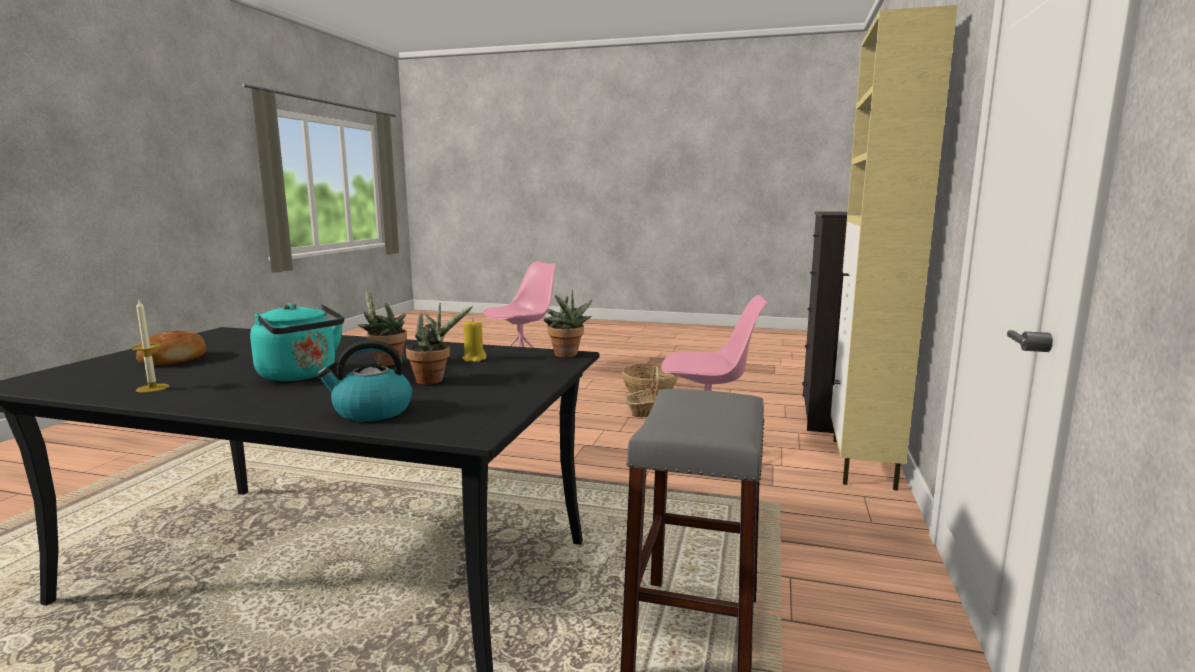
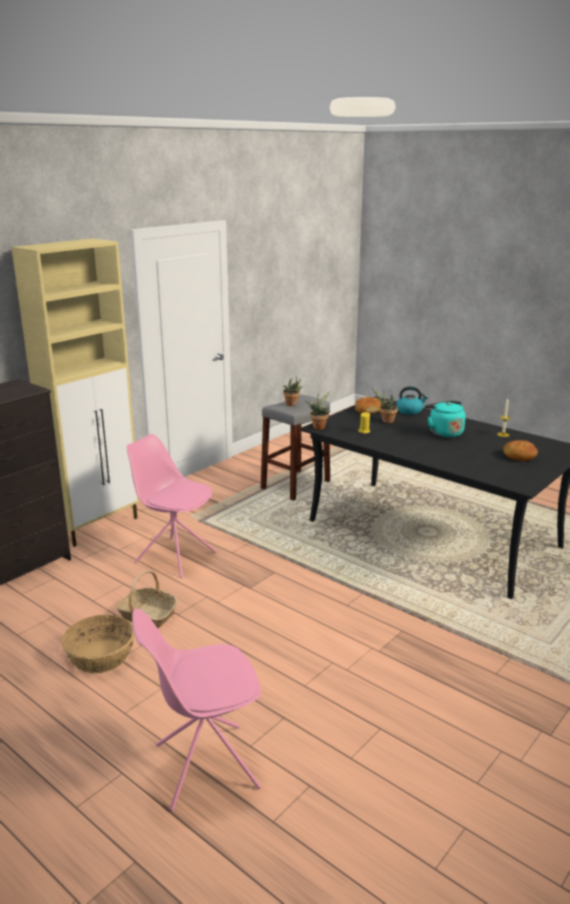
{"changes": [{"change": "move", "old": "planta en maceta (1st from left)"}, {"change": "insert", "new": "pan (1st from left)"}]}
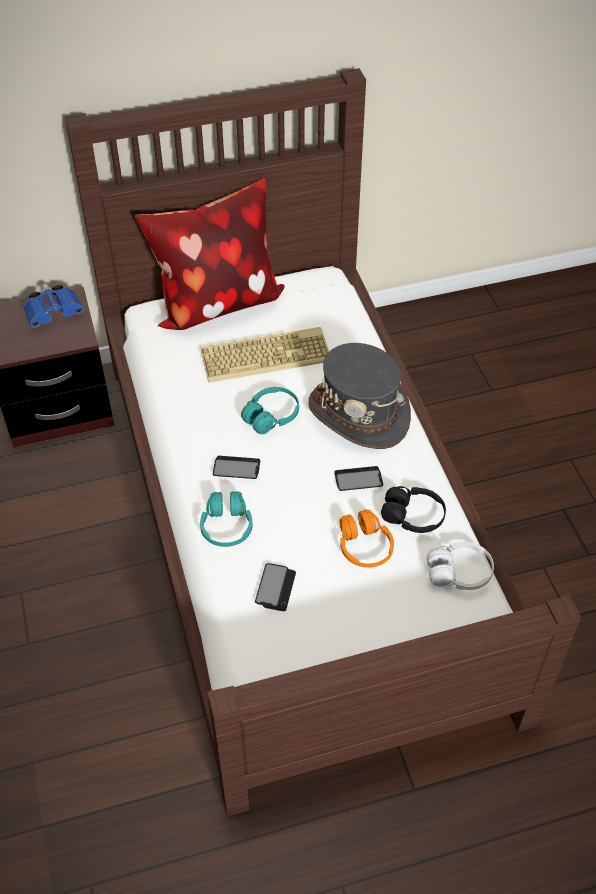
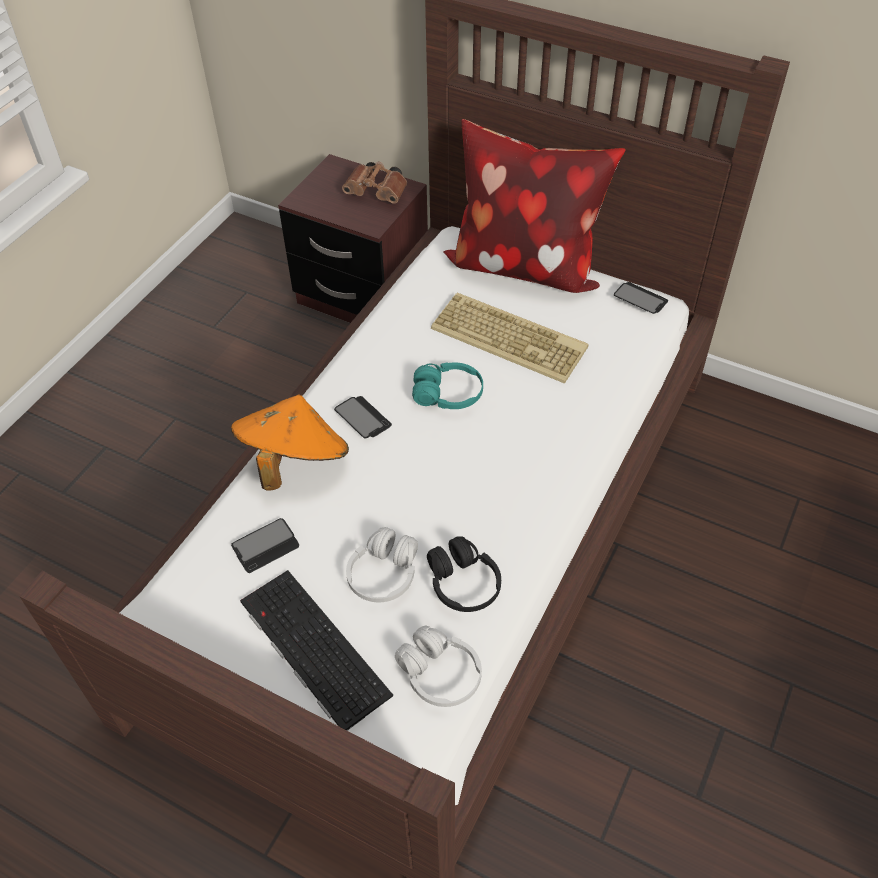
{"changes": [{"change": "recolor", "old": "prismáticos (azul)", "new": "prismáticos (marrón)"}, {"change": "delete", "old": "sombrero (gris)"}, {"change": "move", "old": "móvil (3rd from left)"}, {"change": "replace", "old": "auriculares (turquesa) (1st from left)", "new": "sombrero (naranja)"}, {"change": "recolor", "old": "auriculares (naranja)", "new": "auriculares (blanco) (1st from left)"}, {"change": "insert", "new": "teclado (1st from left)"}]}
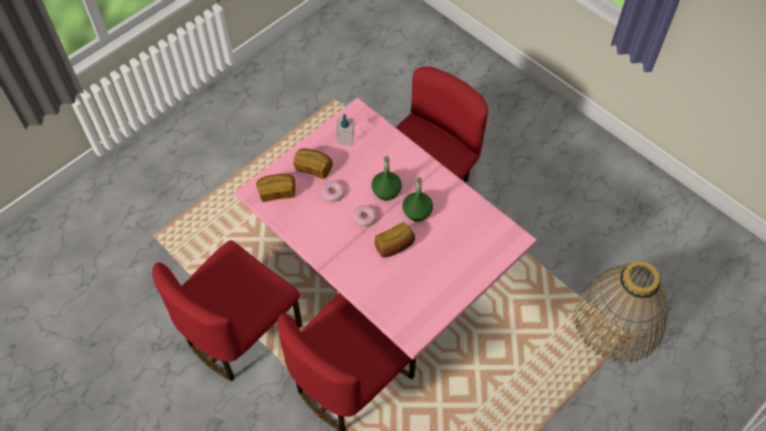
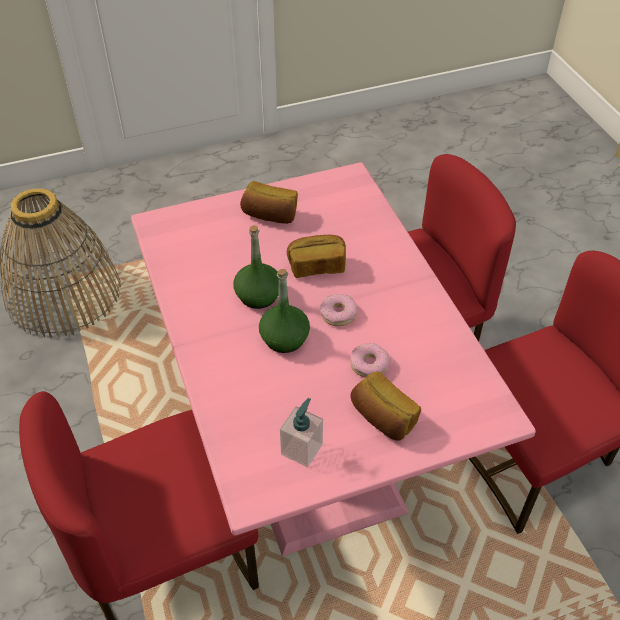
{"changes": [{"change": "move", "old": "pan (1st from left)"}]}
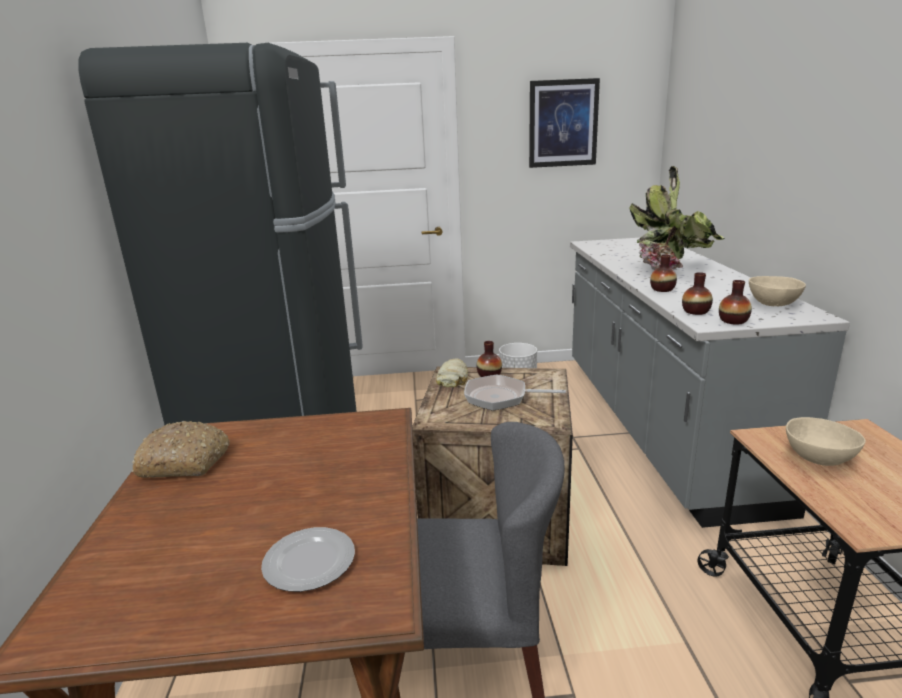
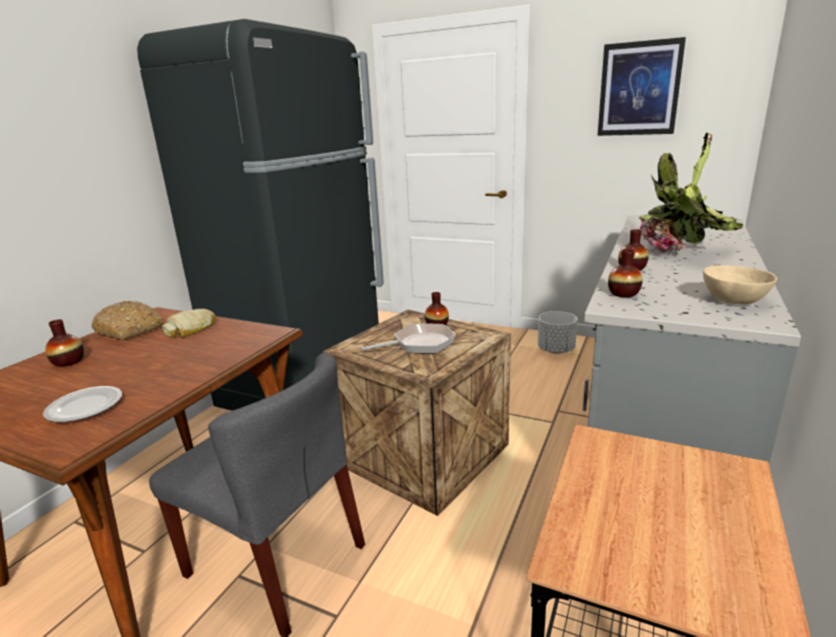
{"changes": [{"change": "move", "old": "florero (4th from left in the first image)", "new": "florero (1st from left)"}, {"change": "move", "old": "pan (2nd from left)"}, {"change": "rotate", "old": "sartén", "degrees": 120}, {"change": "delete", "old": "cuenco (beis) (2nd from left)"}]}
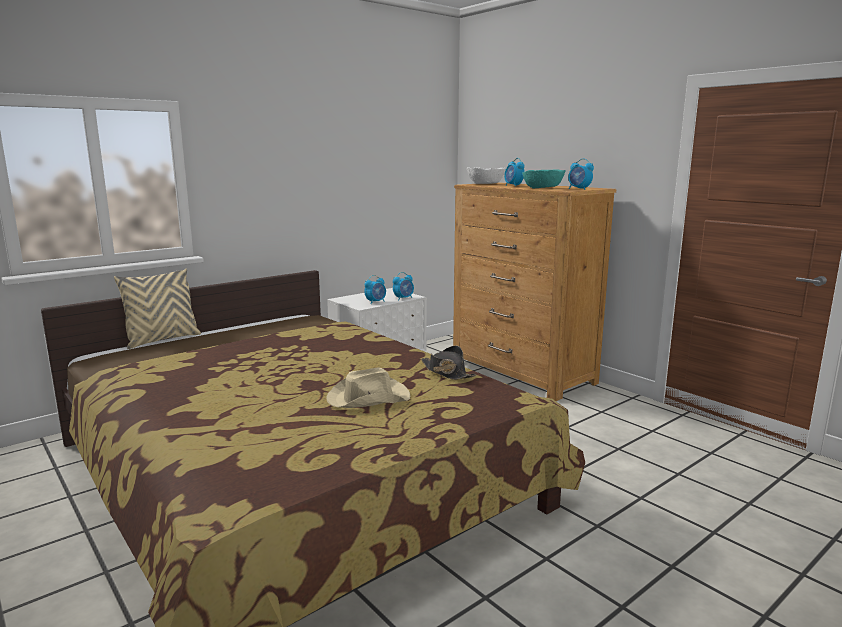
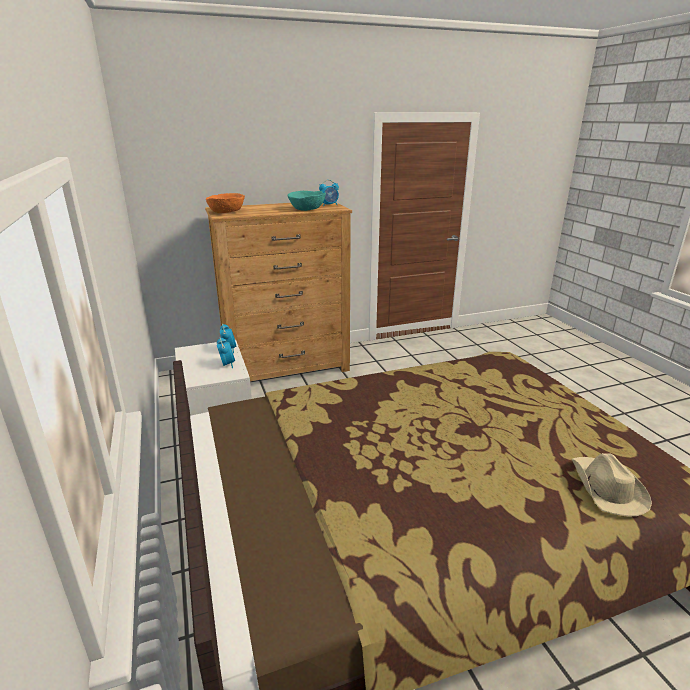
{"changes": [{"change": "delete", "old": "despertador (3rd from left)"}, {"change": "recolor", "old": "cuenco (blanco)", "new": "cuenco (naranja)"}, {"change": "delete", "old": "cojín (beis)"}, {"change": "delete", "old": "sombrero (negro)"}, {"change": "move", "old": "sombrero (beis)"}]}
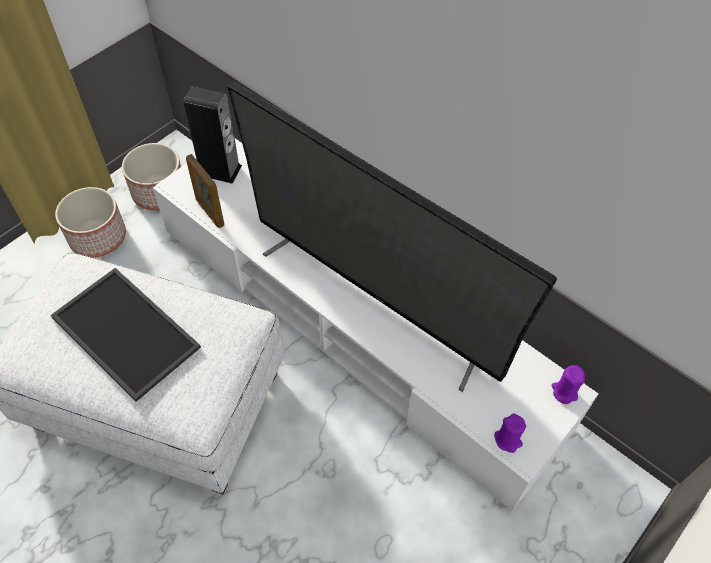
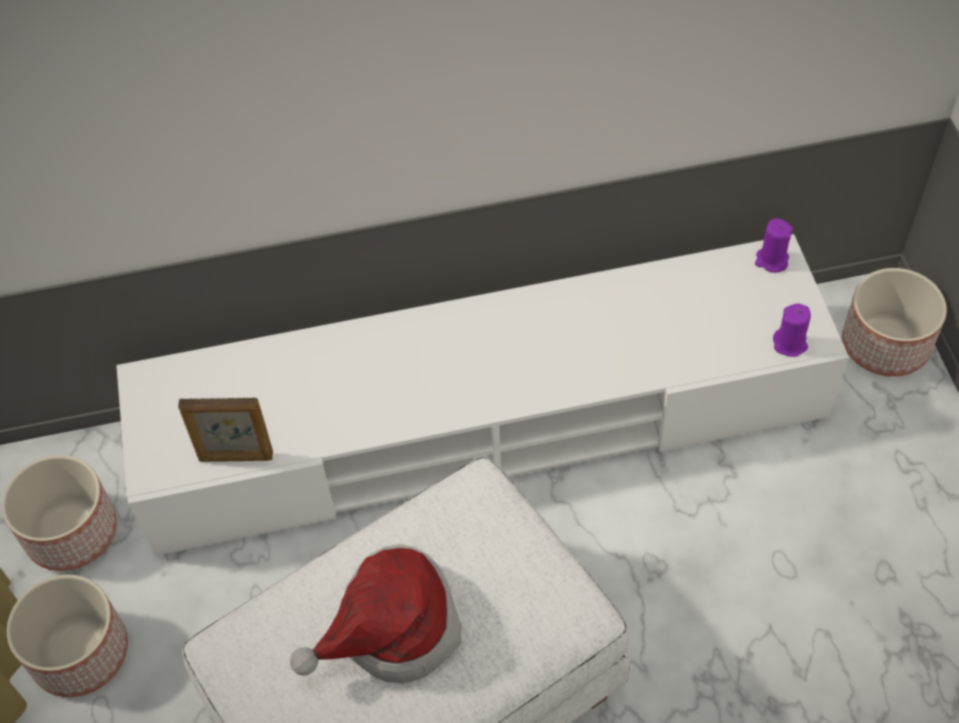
{"changes": [{"change": "delete", "old": "televisor"}, {"change": "delete", "old": "altavoz"}, {"change": "replace", "old": "bandeja", "new": "sombrero"}, {"change": "insert", "new": "maceta (3rd from left)"}]}
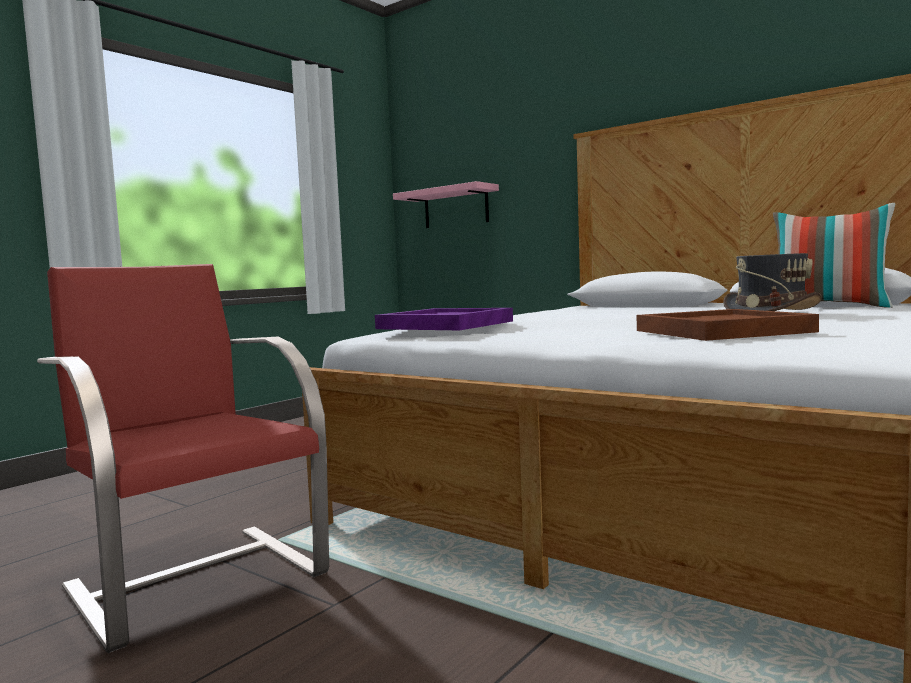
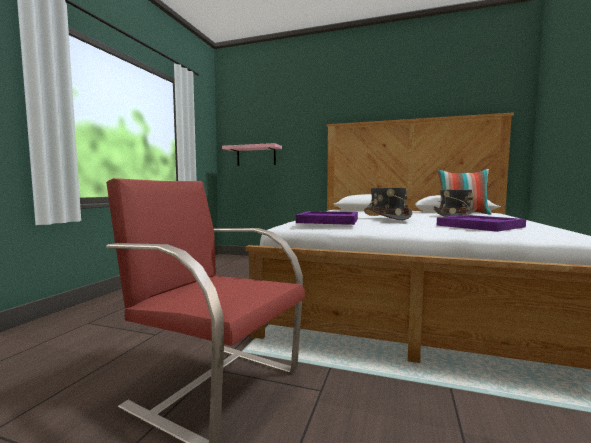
{"changes": [{"change": "recolor", "old": "bandeja (marrón)", "new": "bandeja (morado) (2nd from left)"}, {"change": "insert", "new": "sombrero (gris) (1st from left)"}]}
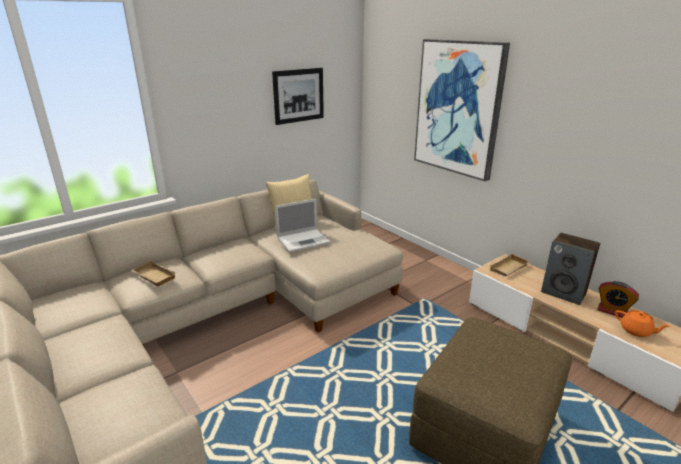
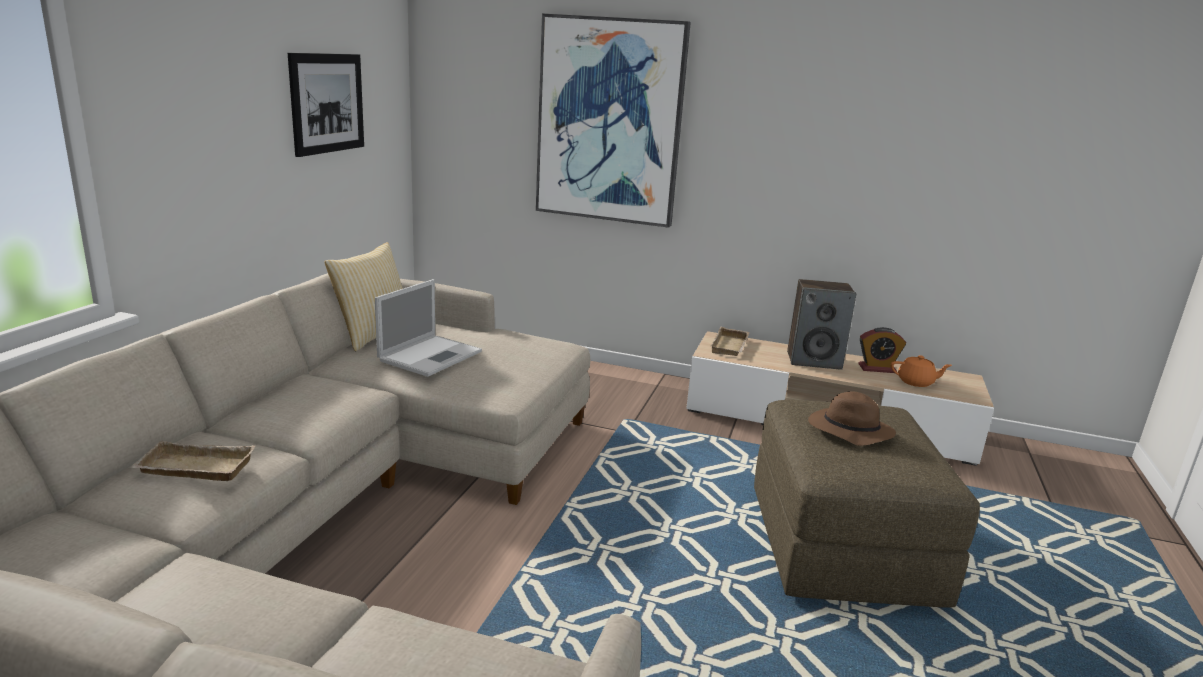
{"changes": [{"change": "insert", "new": "sombrero (marrón)"}]}
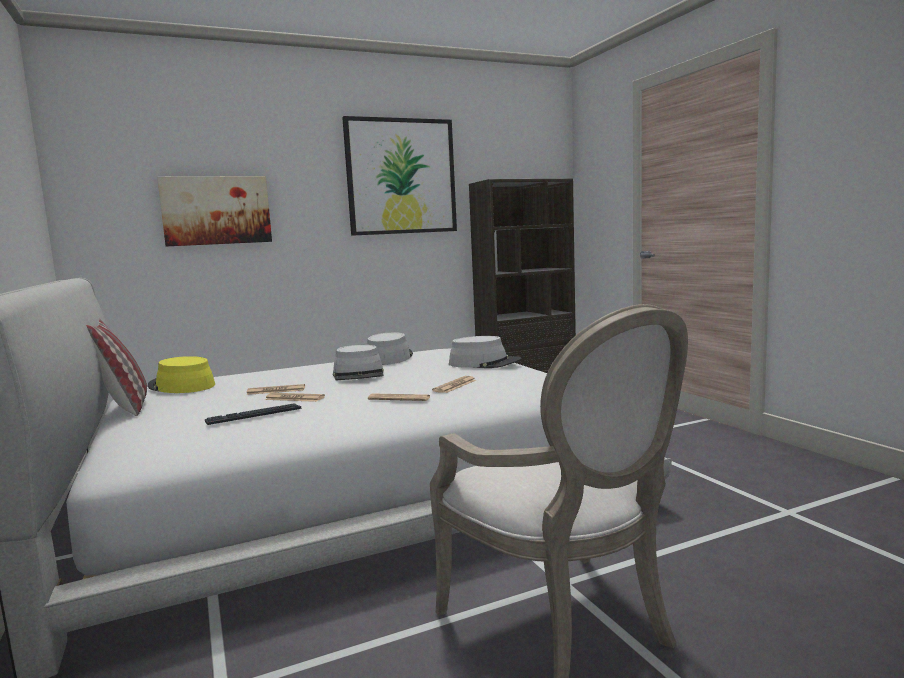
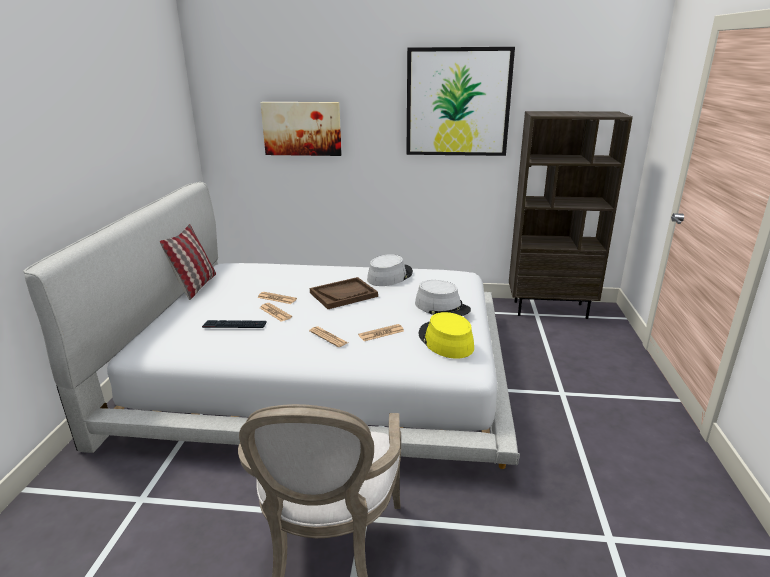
{"changes": [{"change": "replace", "old": "sombrero (gris) (1st from left)", "new": "bandeja (marrón)"}, {"change": "move", "old": "sombrero (amarillo)"}]}
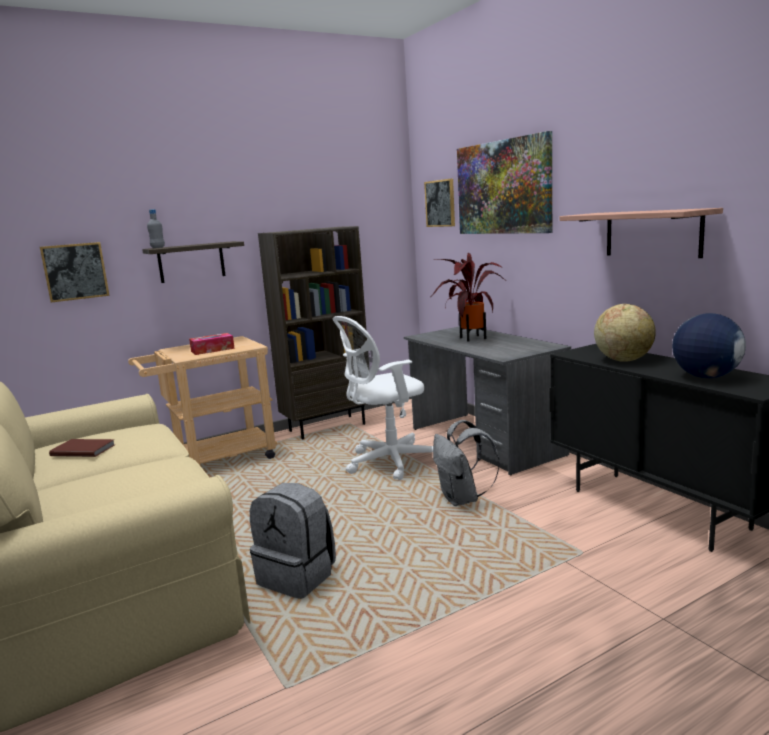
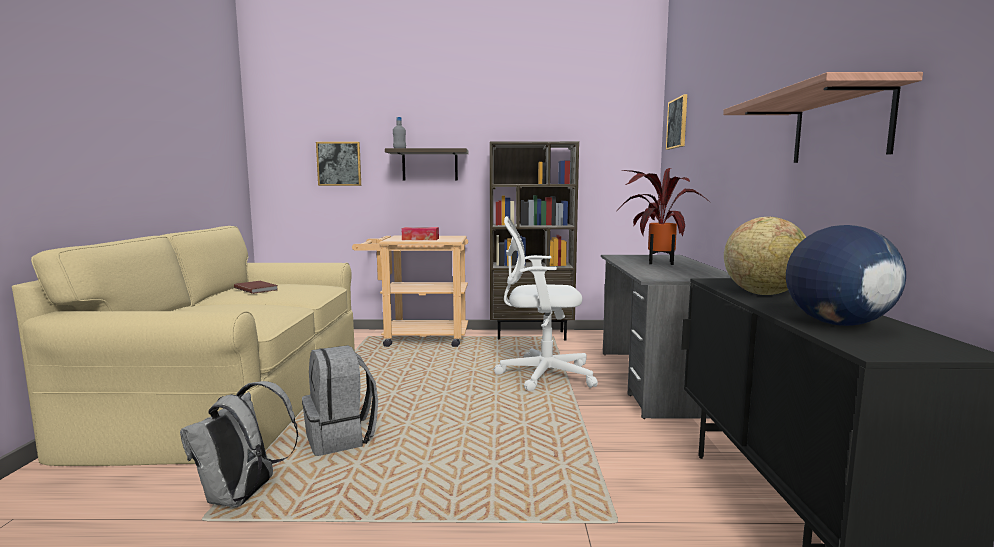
{"changes": [{"change": "delete", "old": "cuadro (3rd from left)"}, {"change": "move", "old": "mochila (gris) (2nd from left in the first image)", "new": "mochila (gris) (1st from left)"}]}
